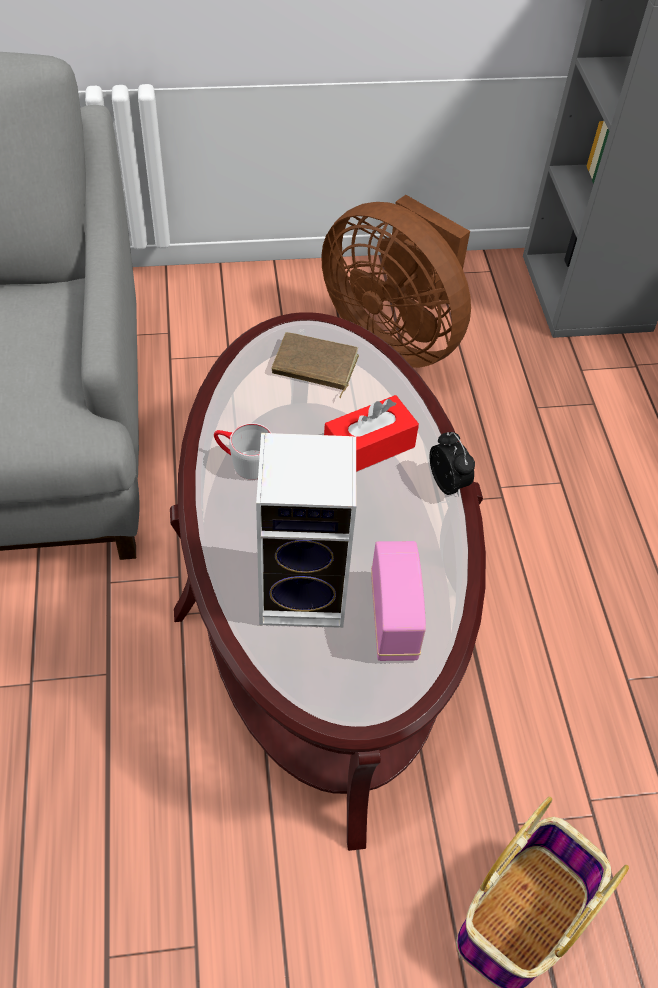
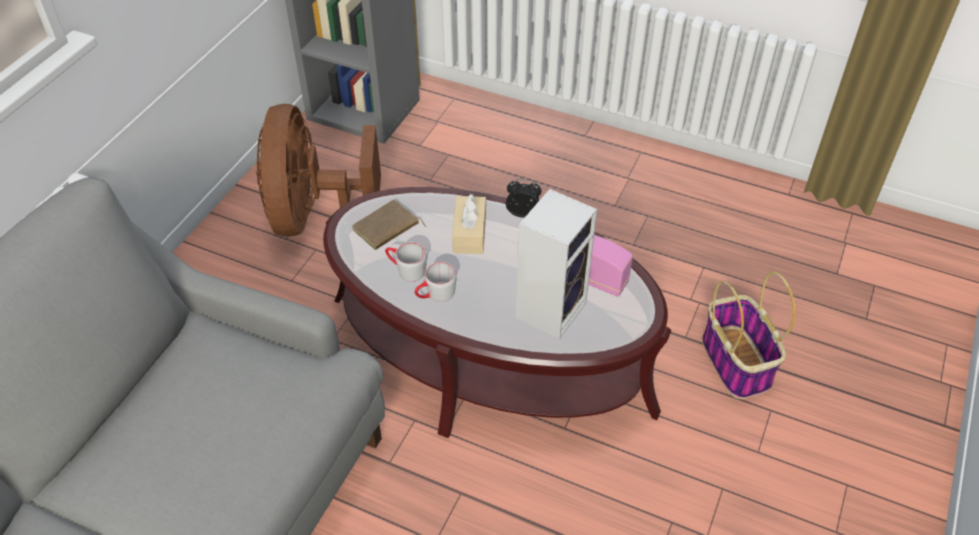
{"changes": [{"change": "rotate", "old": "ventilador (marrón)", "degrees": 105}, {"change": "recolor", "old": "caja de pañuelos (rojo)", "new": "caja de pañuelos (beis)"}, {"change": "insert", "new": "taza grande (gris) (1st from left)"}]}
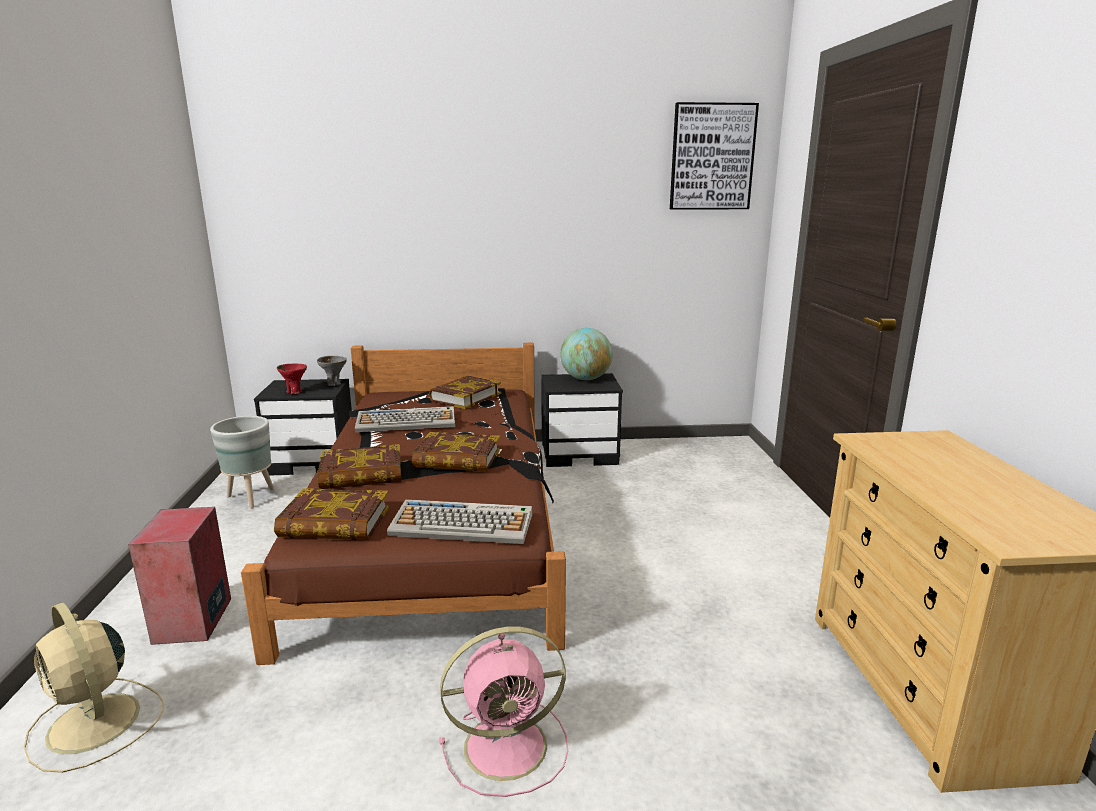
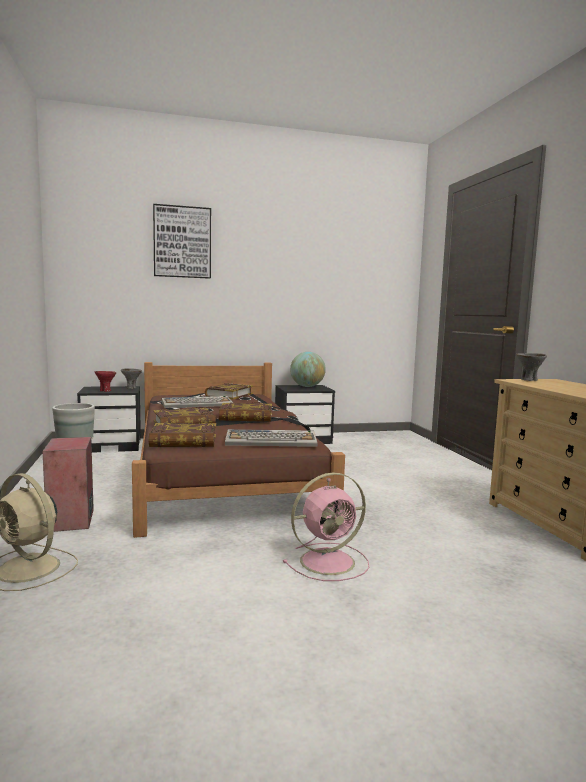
{"changes": [{"change": "move", "old": "cuadro"}, {"change": "insert", "new": "cuenco (gris) (2nd from left)"}]}
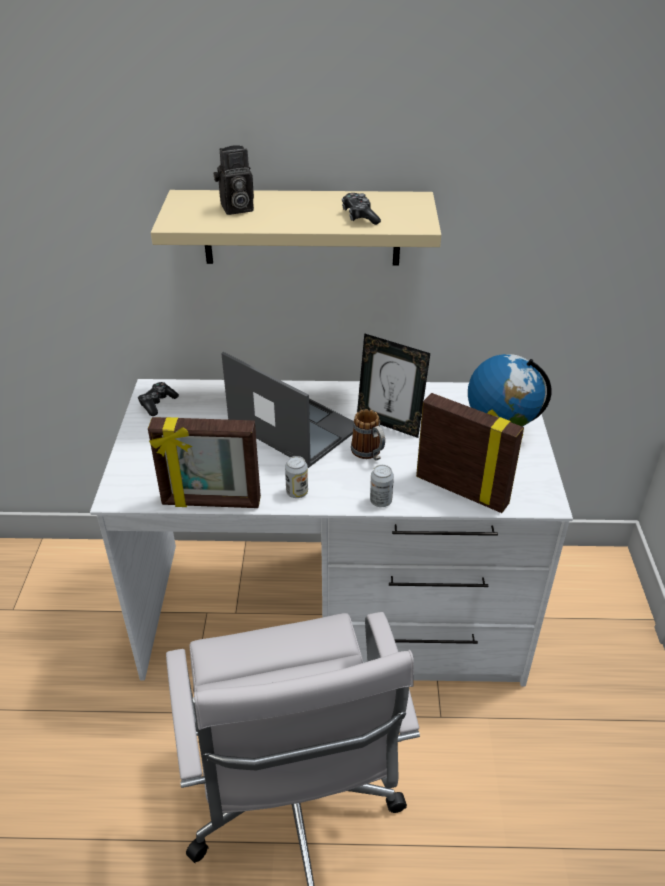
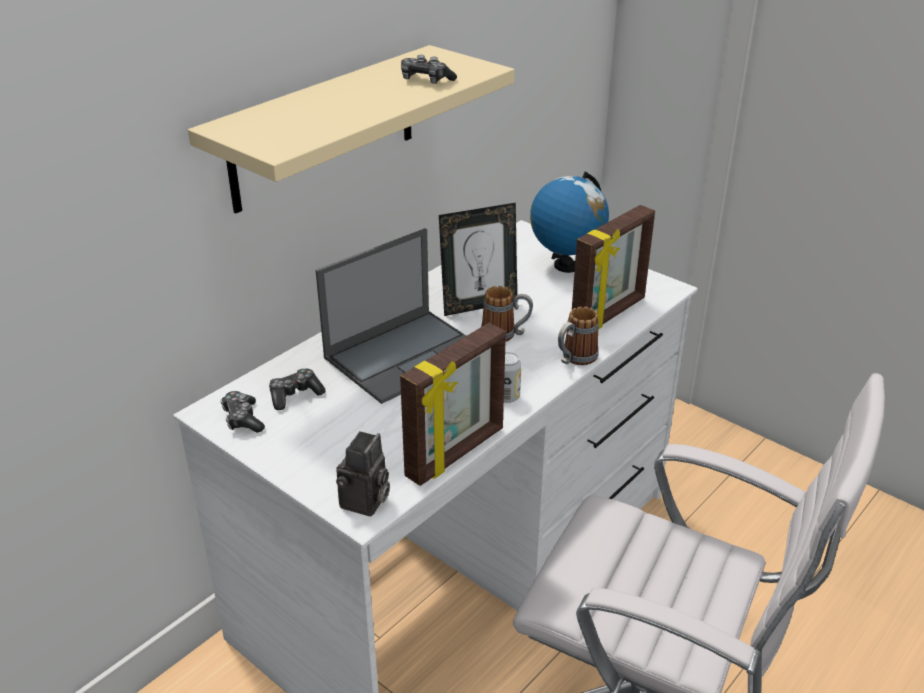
{"changes": [{"change": "move", "old": "cámara"}, {"change": "rotate", "old": "portátil", "degrees": 150}, {"change": "rotate", "old": "portarretratos (3rd from left)", "degrees": 150}, {"change": "replace", "old": "lata (2nd from left)", "new": "taza grande (2nd from left)"}, {"change": "insert", "new": "mando de consola (2nd from left)"}]}
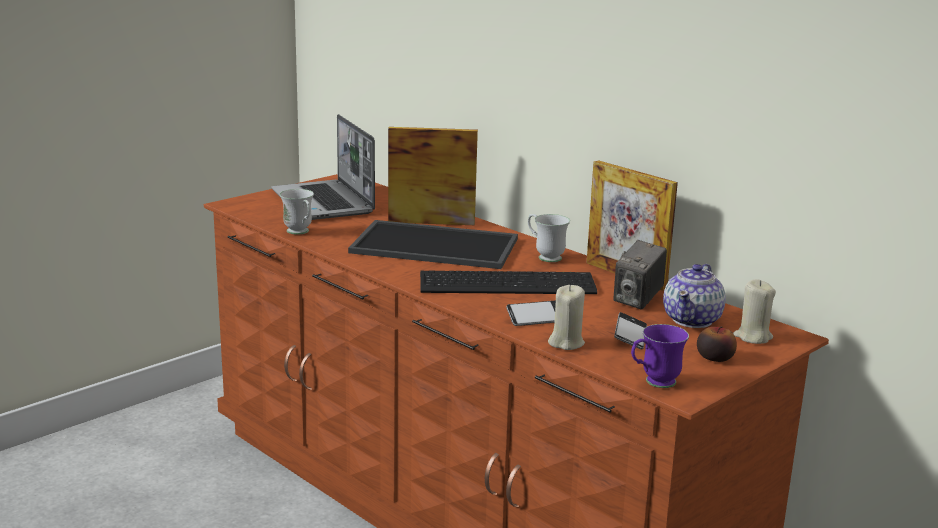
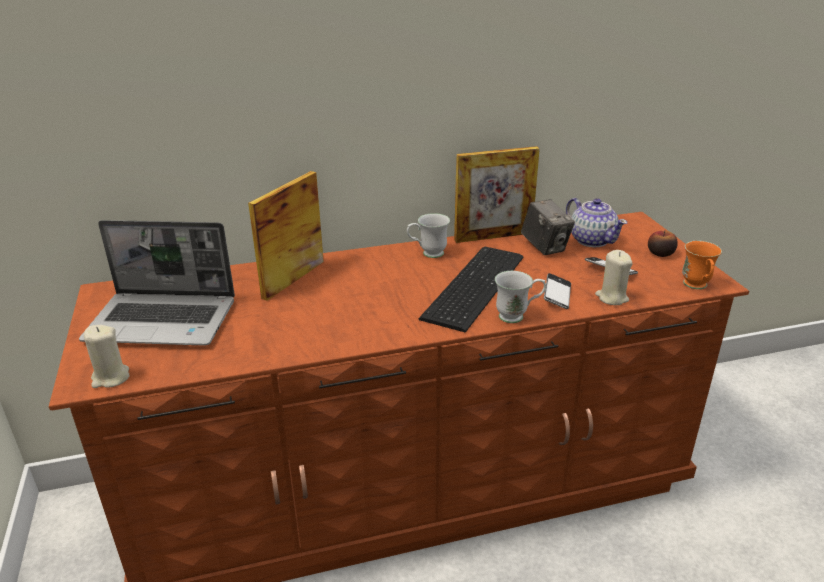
{"changes": [{"change": "move", "old": "taza grande (blanco) (1st from left in the first image)", "new": "taza grande (blanco) (2nd from left)"}, {"change": "delete", "old": "bandeja"}, {"change": "move", "old": "vela (beis) (2nd from left in the first image)", "new": "vela (beis) (1st from left)"}, {"change": "recolor", "old": "taza grande (morado)", "new": "taza grande (naranja)"}]}
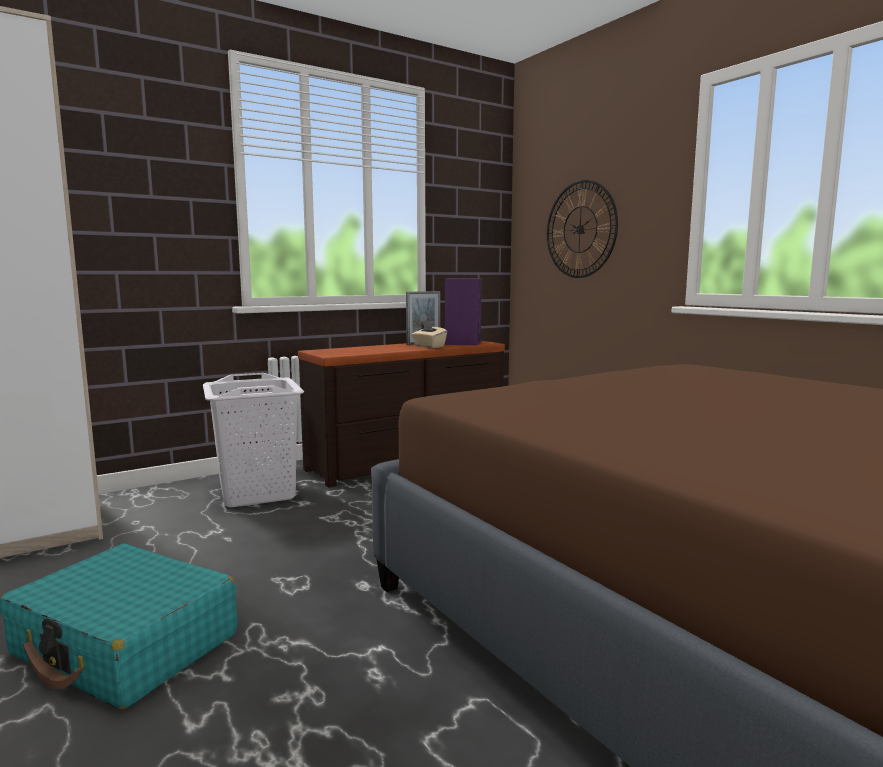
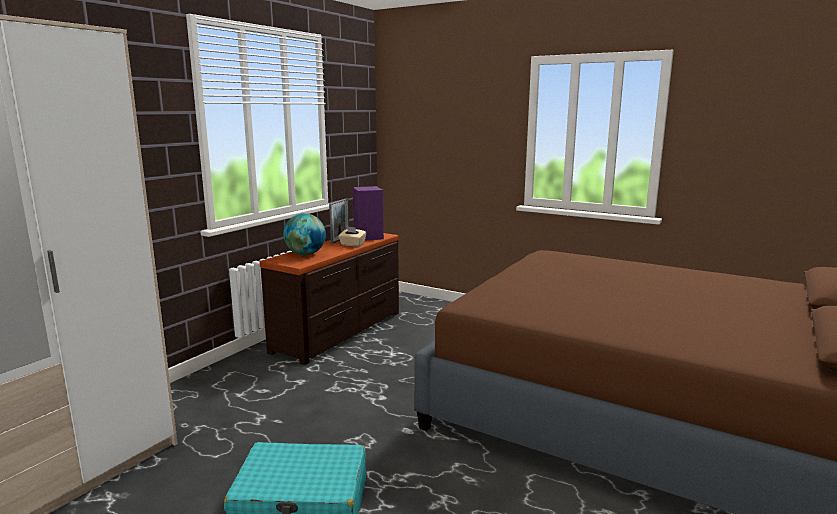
{"changes": [{"change": "delete", "old": "reloj de pared"}, {"change": "delete", "old": "cesto de la ropa (blanco)"}, {"change": "insert", "new": "globo terráqueo"}]}
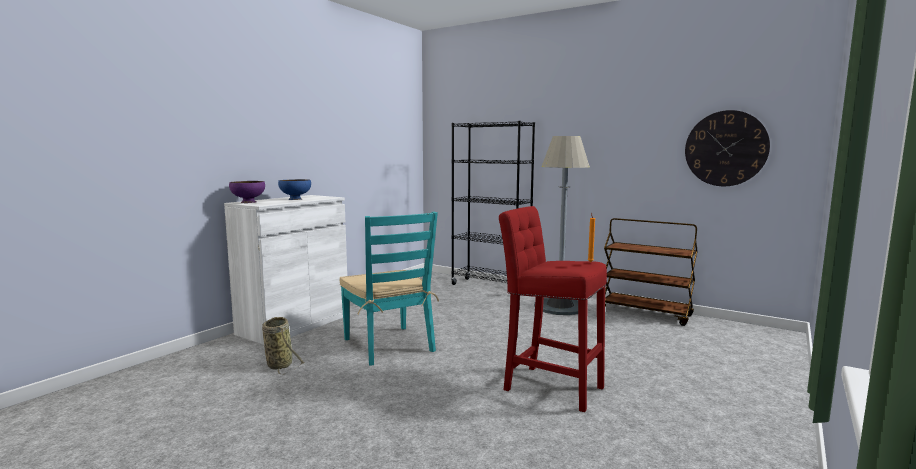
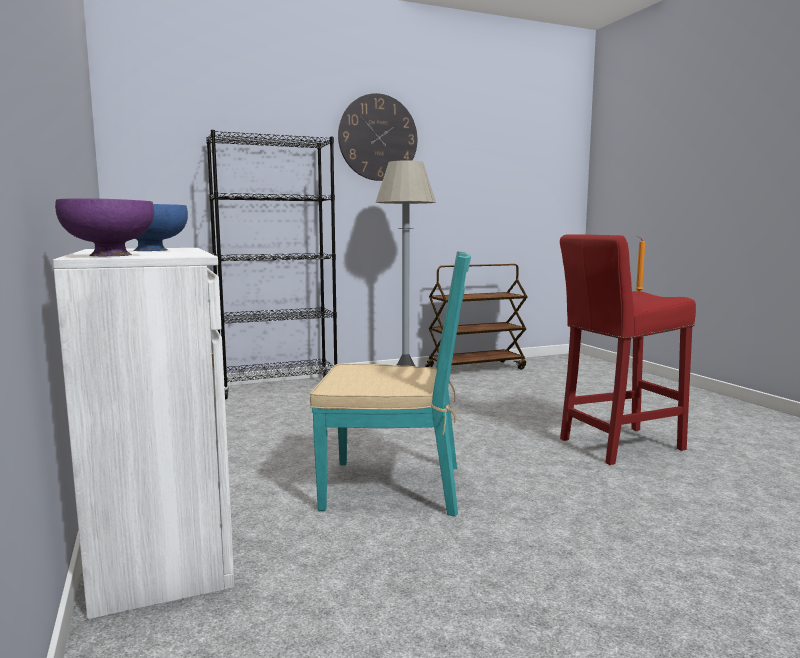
{"changes": [{"change": "move", "old": "reloj de pared"}, {"change": "delete", "old": "cesta"}]}
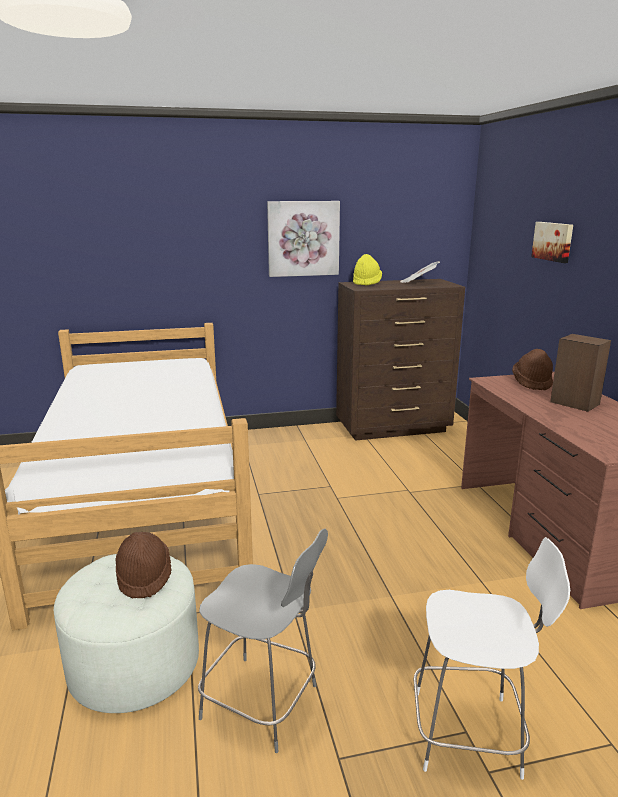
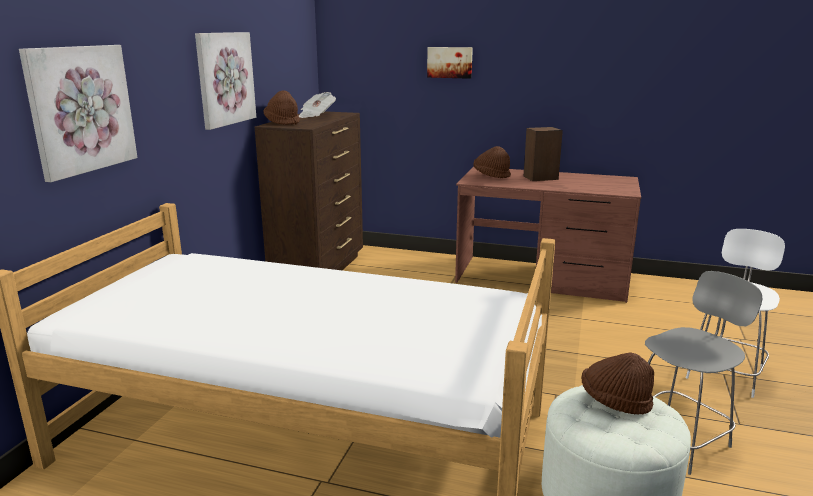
{"changes": [{"change": "recolor", "old": "sombrero (amarillo)", "new": "sombrero (marrón) (1st from left)"}, {"change": "insert", "new": "cuadro (1st from left)"}]}
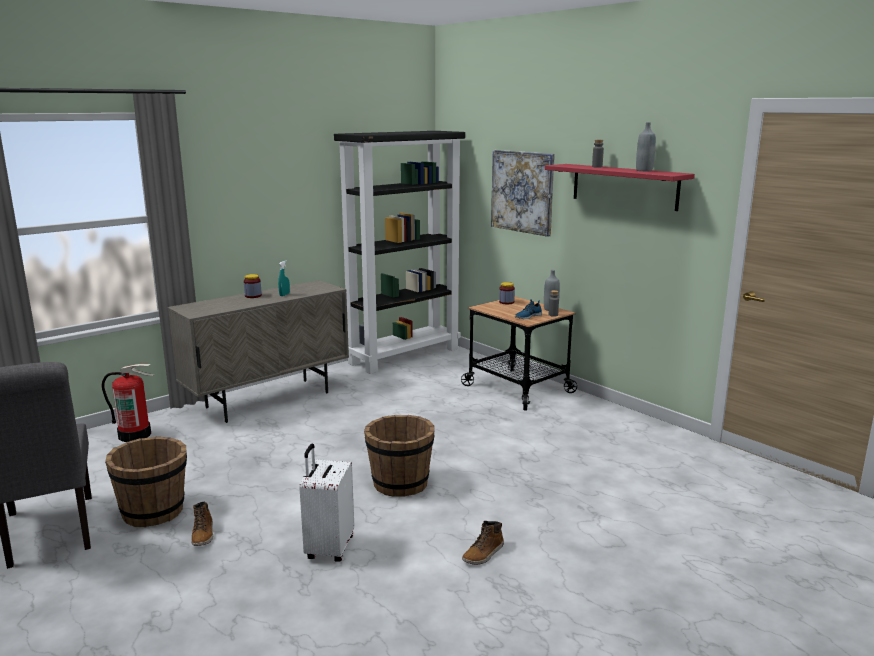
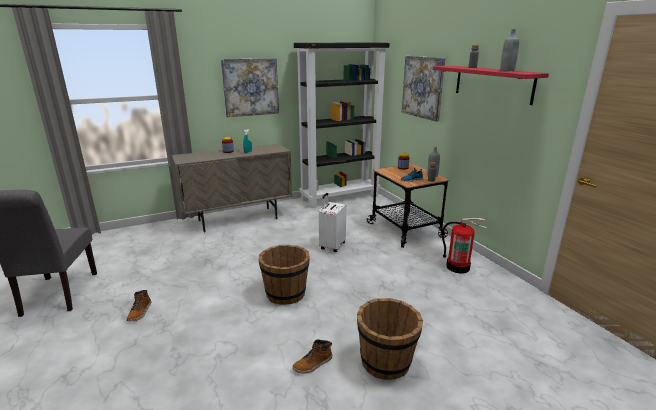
{"changes": [{"change": "move", "old": "extintor"}, {"change": "move", "old": "cubo (marrón) (1st from left in the first image)", "new": "cubo (marrón) (2nd from left)"}, {"change": "move", "old": "maleta (blanco)"}, {"change": "insert", "new": "cuadro (1st from left)"}]}
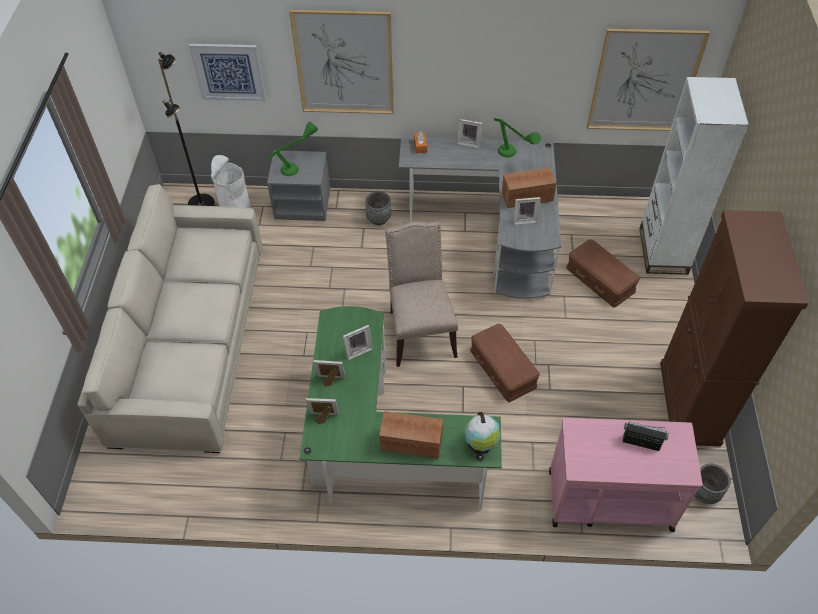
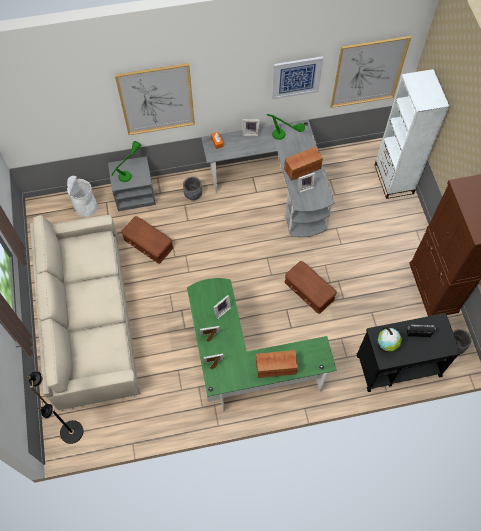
{"changes": [{"change": "move", "old": "cuadro (1st from left in the first image)", "new": "cuadro (2nd from left)"}, {"change": "move", "old": "lámpara de pie (negro)"}, {"change": "delete", "old": "silla (beis)"}, {"change": "move", "old": "caja de almacenaje (marrón) (2nd from left in the first image)", "new": "caja de almacenaje (marrón) (1st from left)"}, {"change": "move", "old": "globo terráqueo"}, {"change": "recolor", "old": "carrito (rosa)", "new": "carrito (negro)"}]}
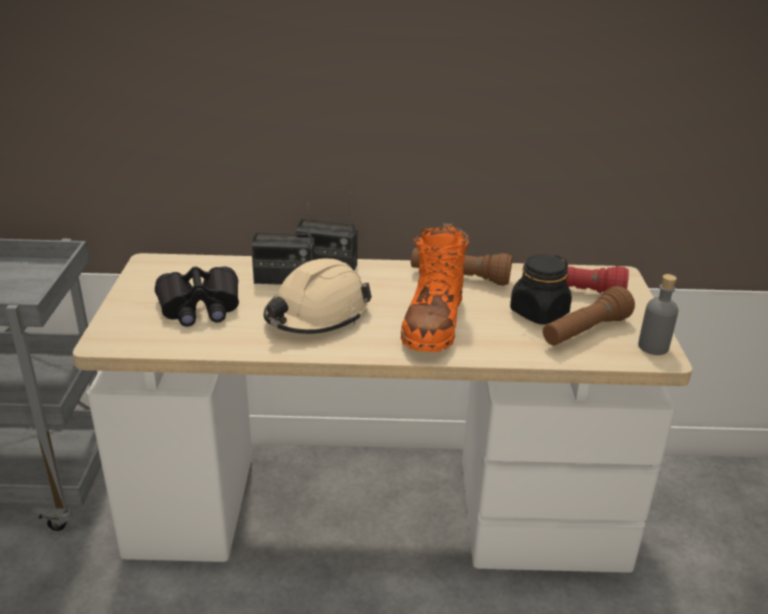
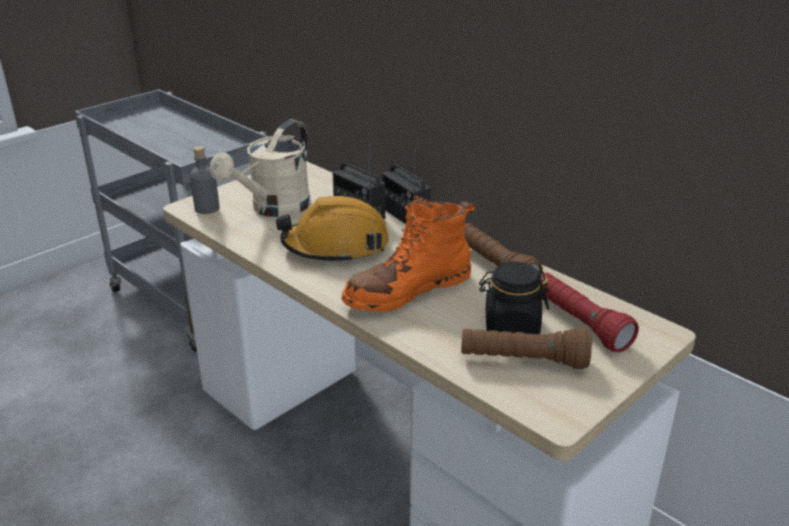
{"changes": [{"change": "recolor", "old": "casco (beis)", "new": "casco (naranja)"}, {"change": "replace", "old": "prismáticos (negro)", "new": "regadera (beis)"}, {"change": "move", "old": "botella (gris)"}]}
